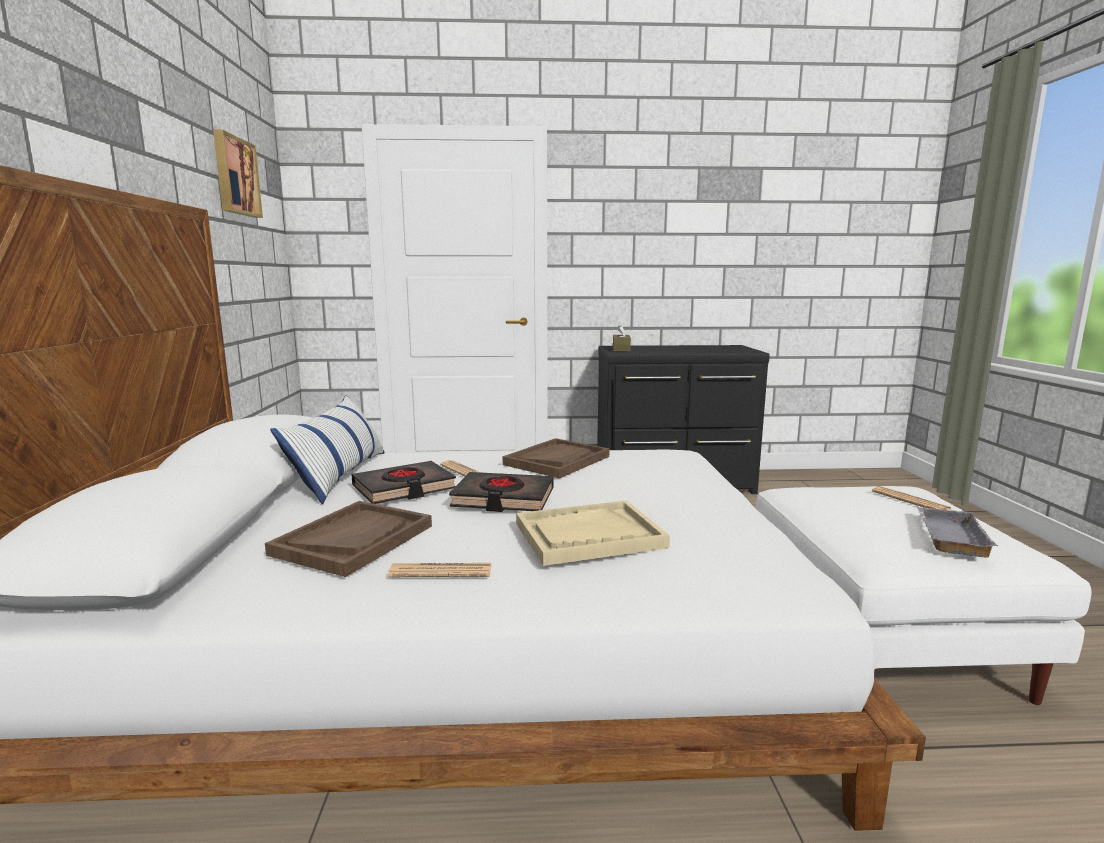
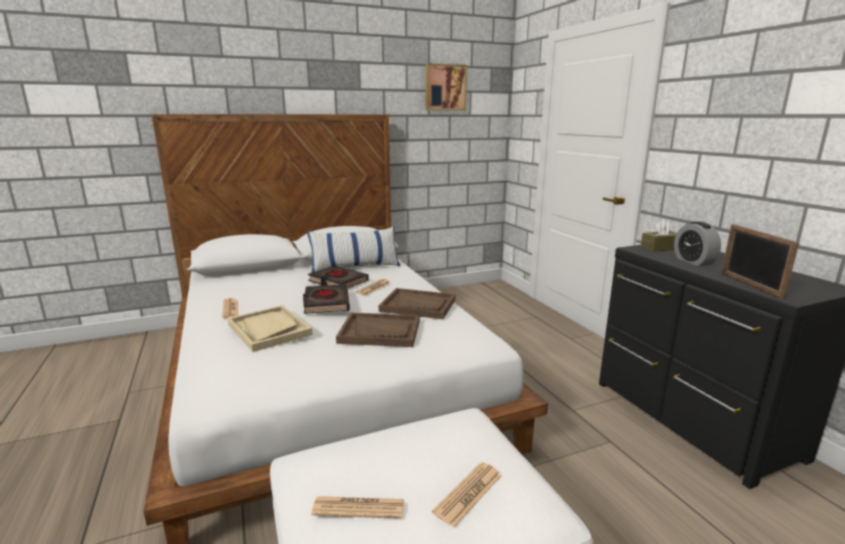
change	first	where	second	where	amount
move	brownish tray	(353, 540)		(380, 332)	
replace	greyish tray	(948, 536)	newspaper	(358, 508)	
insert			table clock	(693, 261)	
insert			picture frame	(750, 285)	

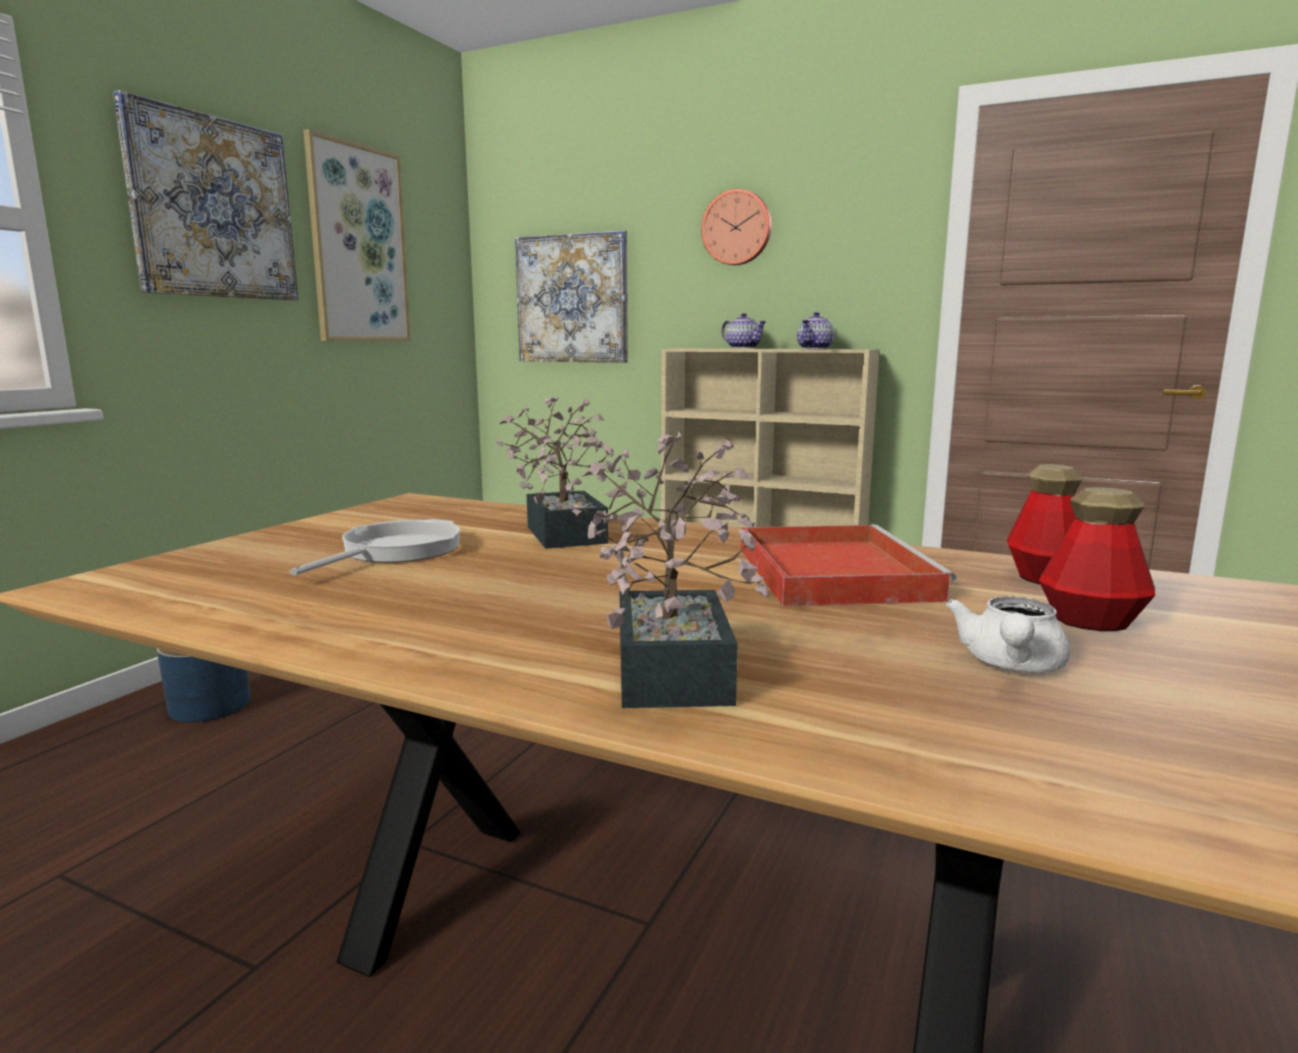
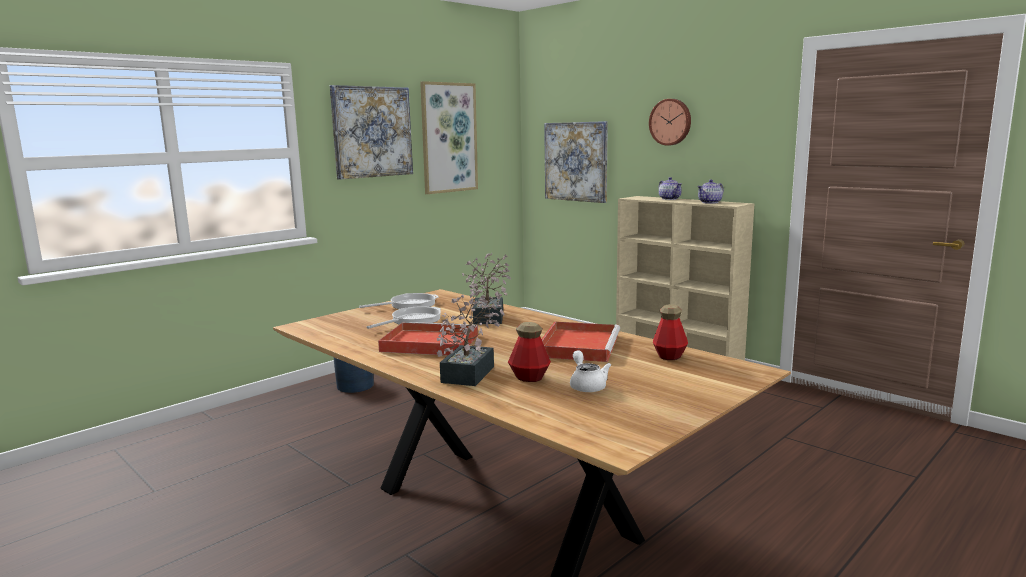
change	first	where	second	where	amount
rotate	whitish pot for tea	(1010, 665)		(587, 385)	120 degrees clockwise
move	drink bottle	(1090, 621)		(529, 377)	
insert			pan	(409, 305)	
insert			red-coloured tray	(428, 343)	

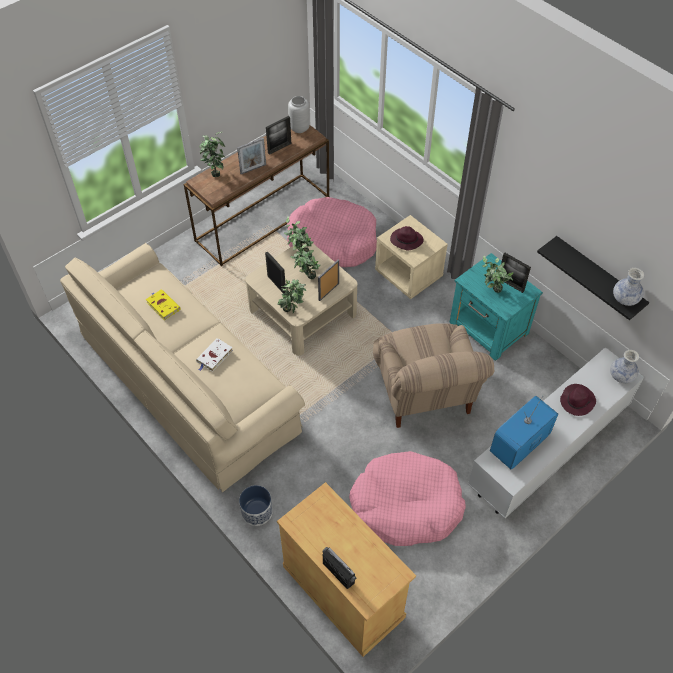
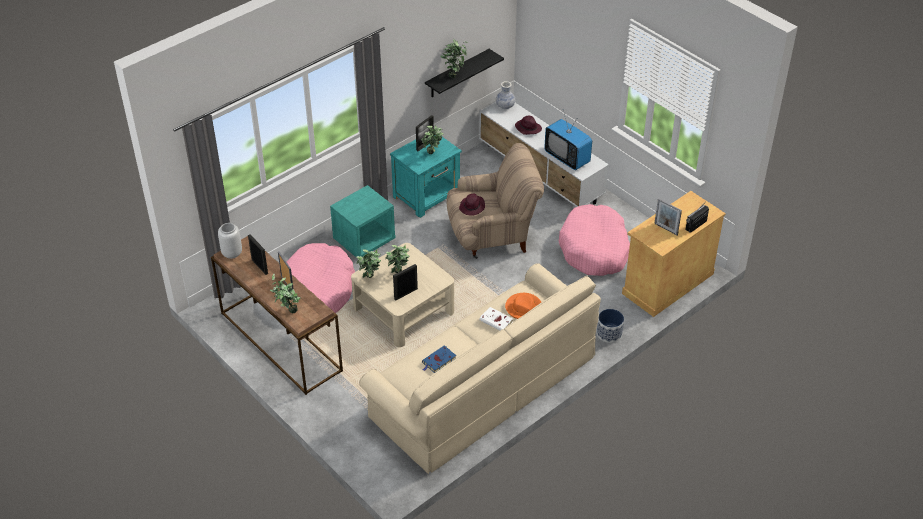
change	first	where	second	where	amount
recolor	yellow bound book	(162, 305)	blue bound book	(438, 361)	
move	potted plant	(292, 311)		(454, 74)	
move	picture frame	(328, 292)		(666, 229)	
recolor	beige-coloured nightstand	(409, 275)	turquoise-coloured nightstand	(364, 240)	
move	purple-coloured hat	(405, 240)		(472, 207)	
delete	decorative vase	(625, 298)			
insert			orange-coloured hat	(524, 308)	

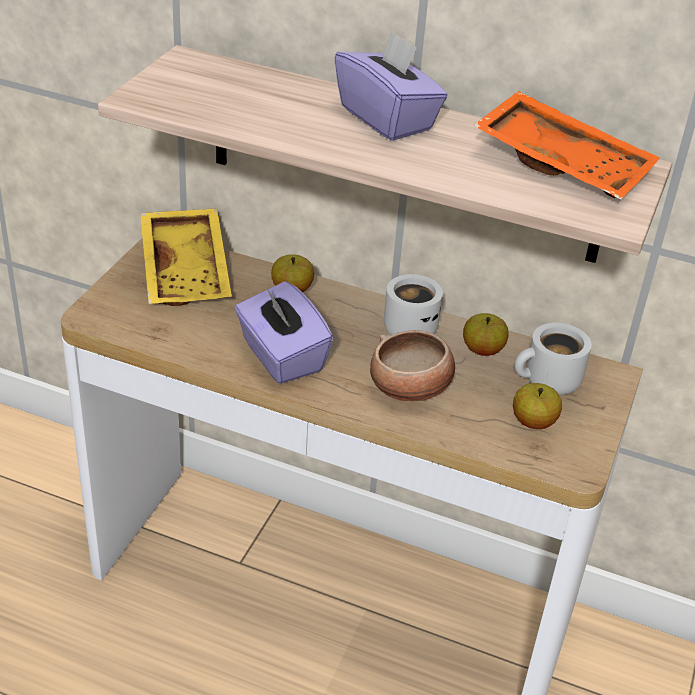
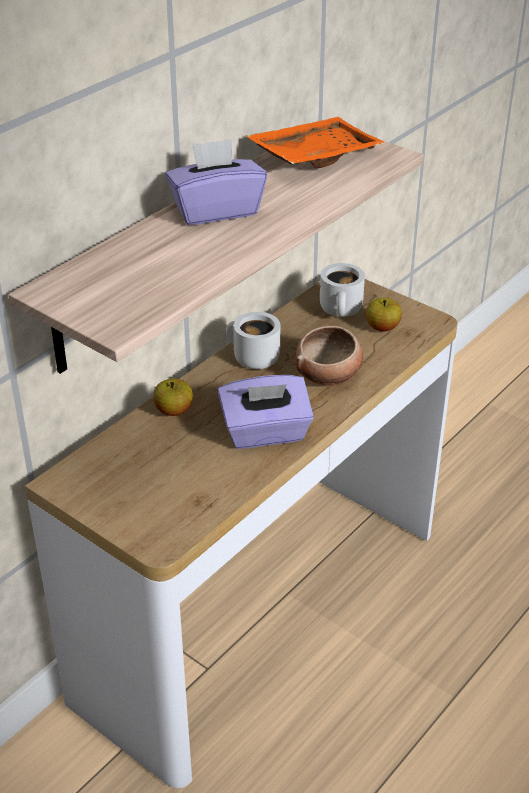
change	first	where	second	where	amount
delete	yellow tray	(188, 270)			
delete	whole apple	(482, 350)			

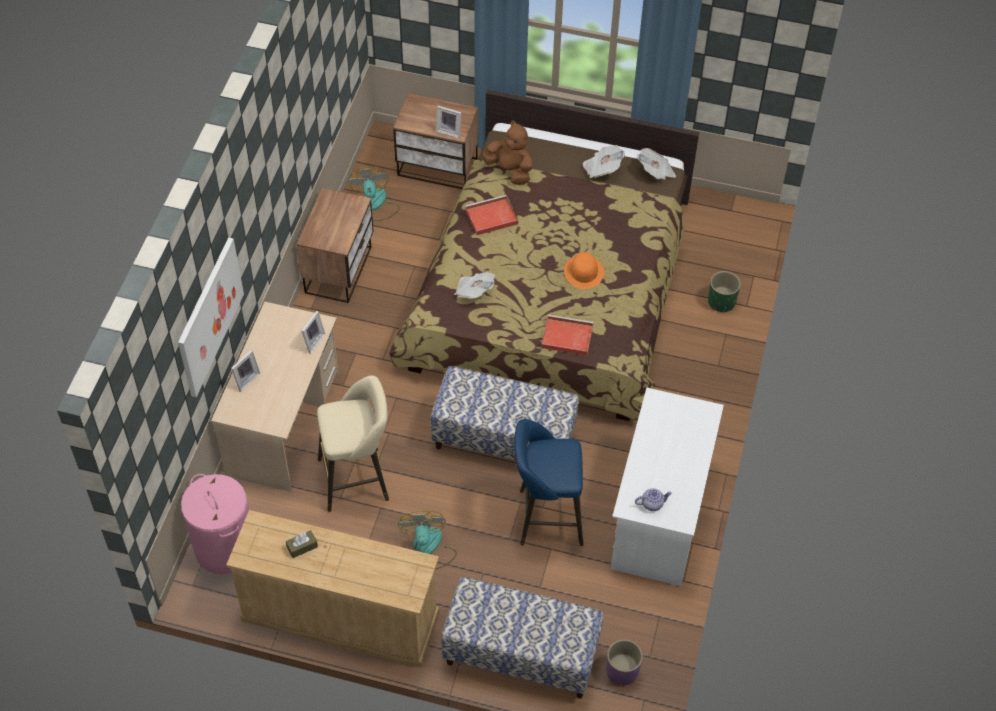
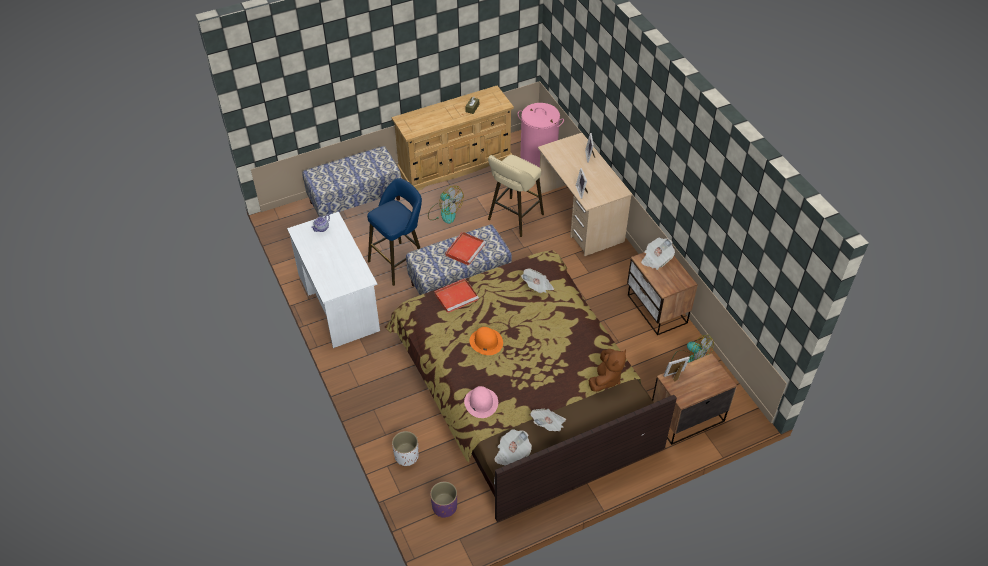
change	first	where	second	where	amount
delete	wall art	(209, 316)			
move	red-coloured tray	(490, 217)		(465, 249)	
rotate	brownish soft toy	(510, 170)		(605, 379)	60 degrees counterclockwise
move	purple-coloured flower pot	(622, 671)		(444, 507)	
recolor	green-coloured flower pot	(721, 302)	whitish flower pot	(406, 456)	
insert			pinkish hat	(481, 402)	
insert			newspaper	(656, 259)	

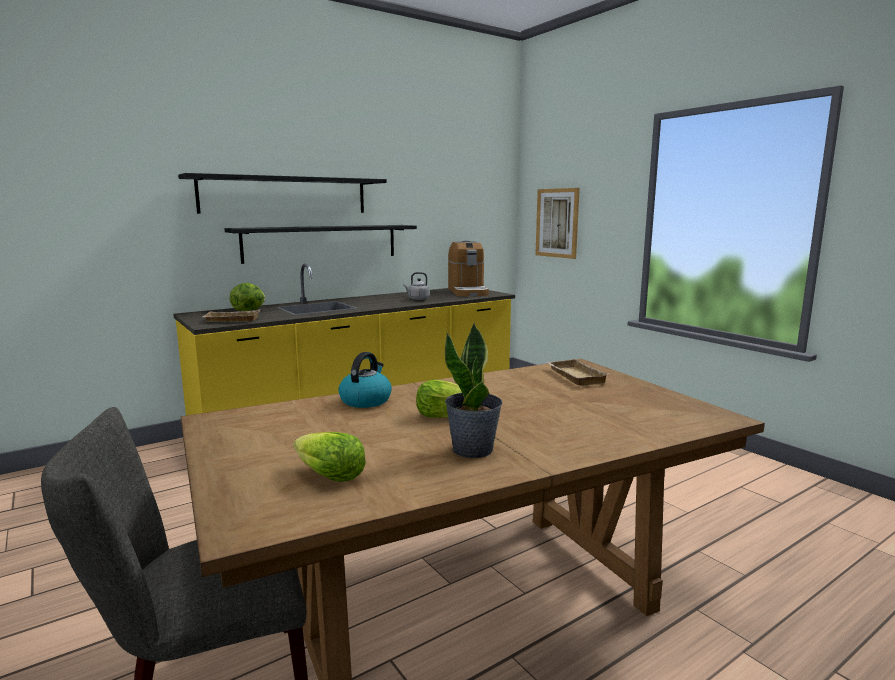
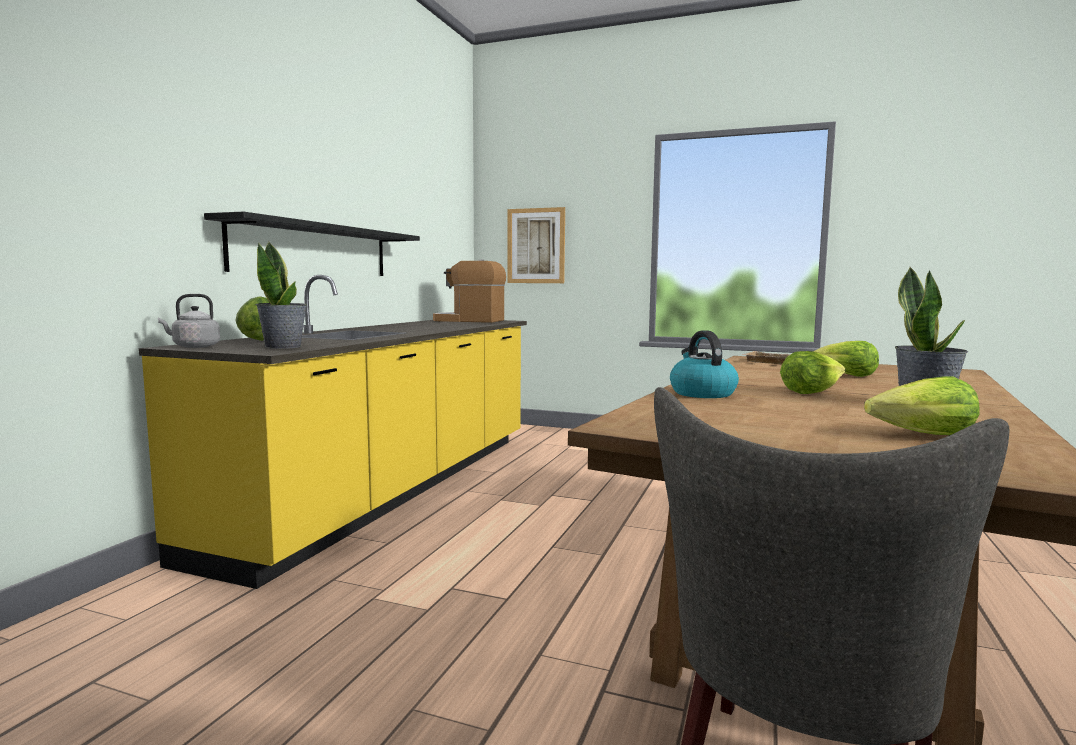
change	first	where	second	where	amount
delete	blackish wall shelf	(285, 195)			
replace	beige-coloured tray	(231, 320)	potted plant	(283, 347)	
move	greyish water kettle	(417, 299)		(193, 346)	
rotate	coffee brewer	(467, 292)		(469, 320)	150 degrees clockwise
insert			lettuce	(844, 375)	

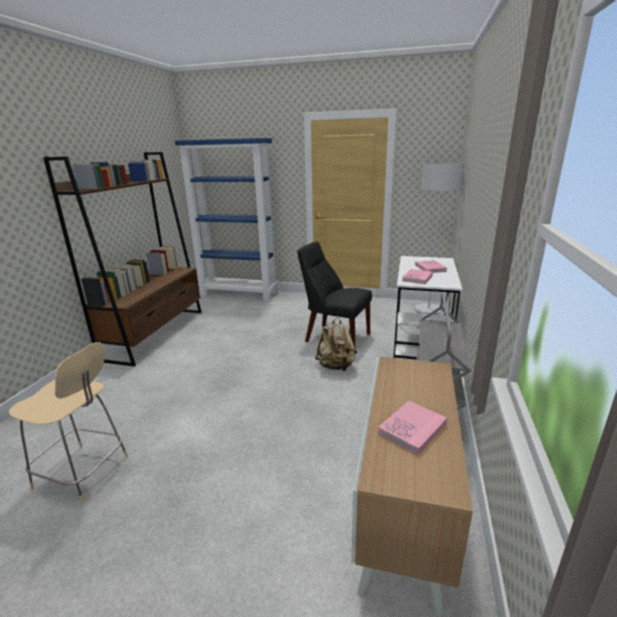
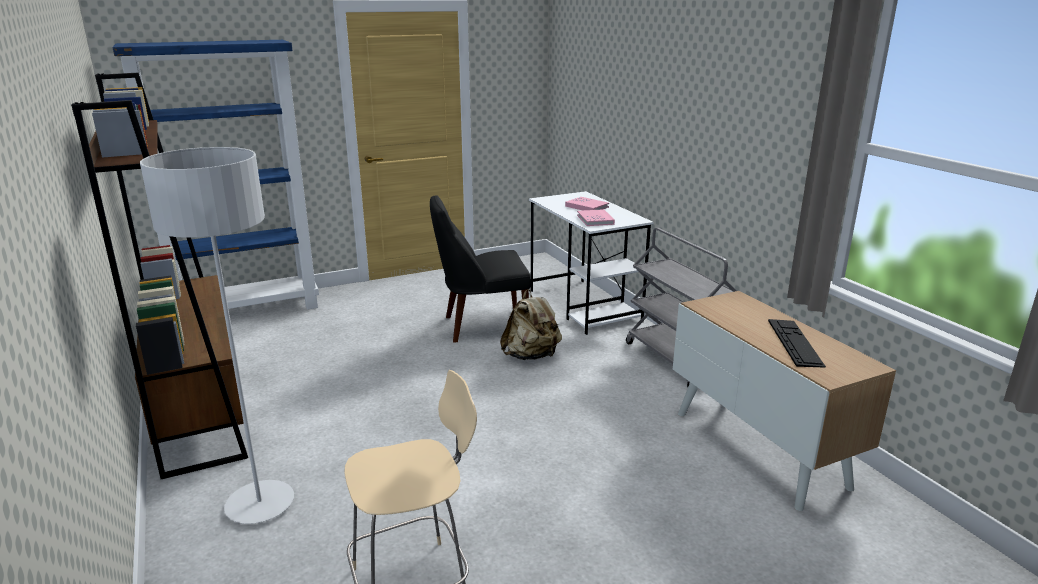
change	first	where	second	where	amount
replace	pinkish bound book	(412, 428)	computer keyboard	(795, 342)	
move	greyish floor lamp	(428, 309)		(260, 504)	

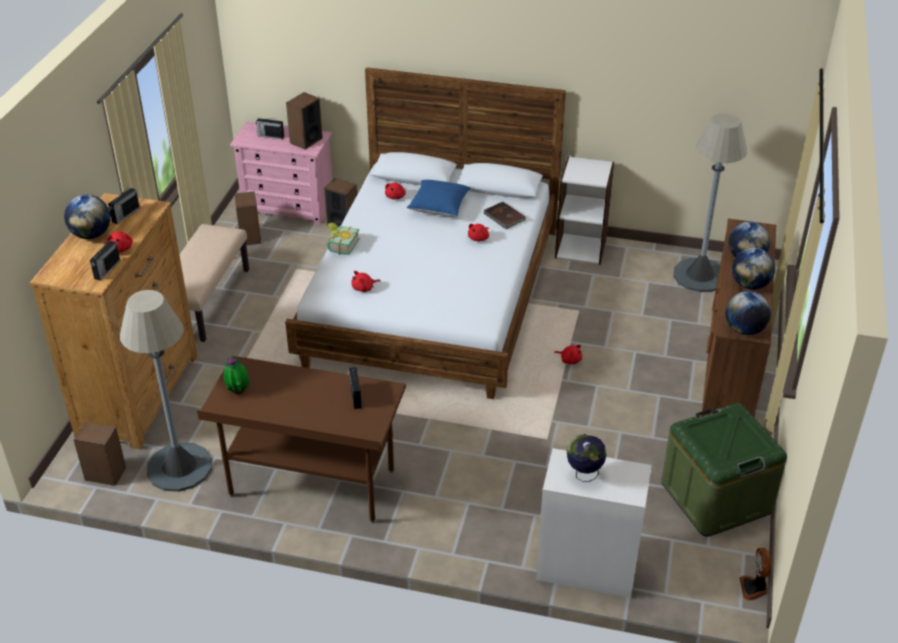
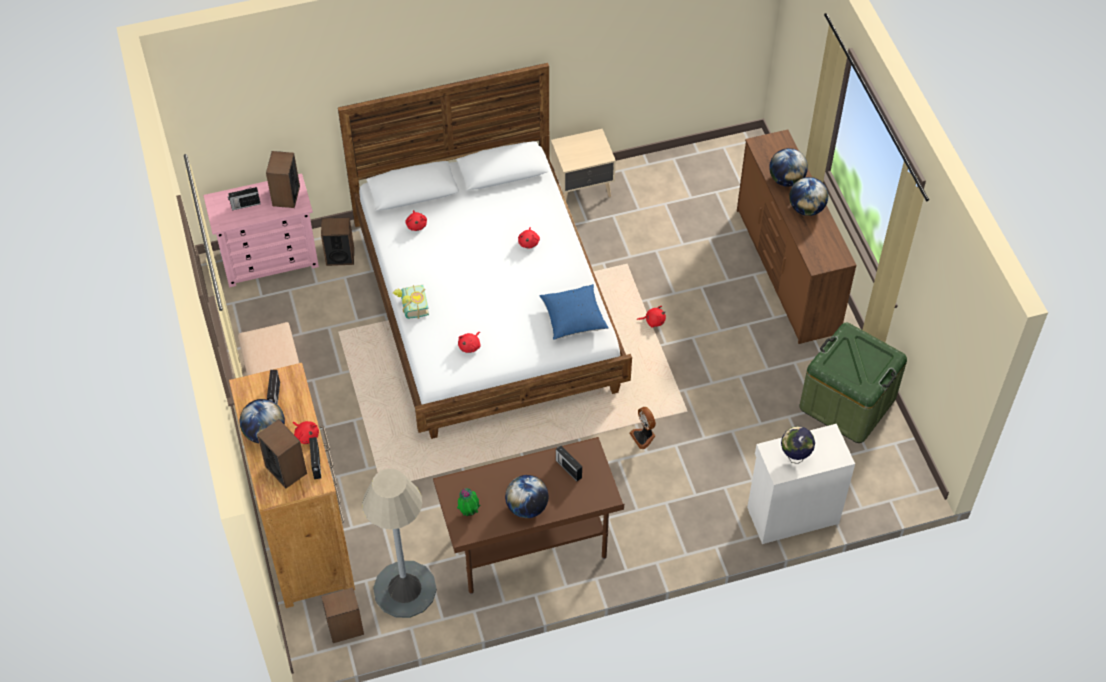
change	first	where	second	where	amount
move	speaker	(250, 237)		(286, 469)	
move	blue cushion	(439, 207)		(573, 319)	
delete	brownish bound book	(504, 217)			
replace	whitish shelving unit	(581, 248)	beige-coloured nightstand	(583, 189)	
delete	greyish floor lamp	(699, 275)			
move	world globe	(744, 330)		(527, 507)	
move	fan	(754, 588)		(643, 436)	

